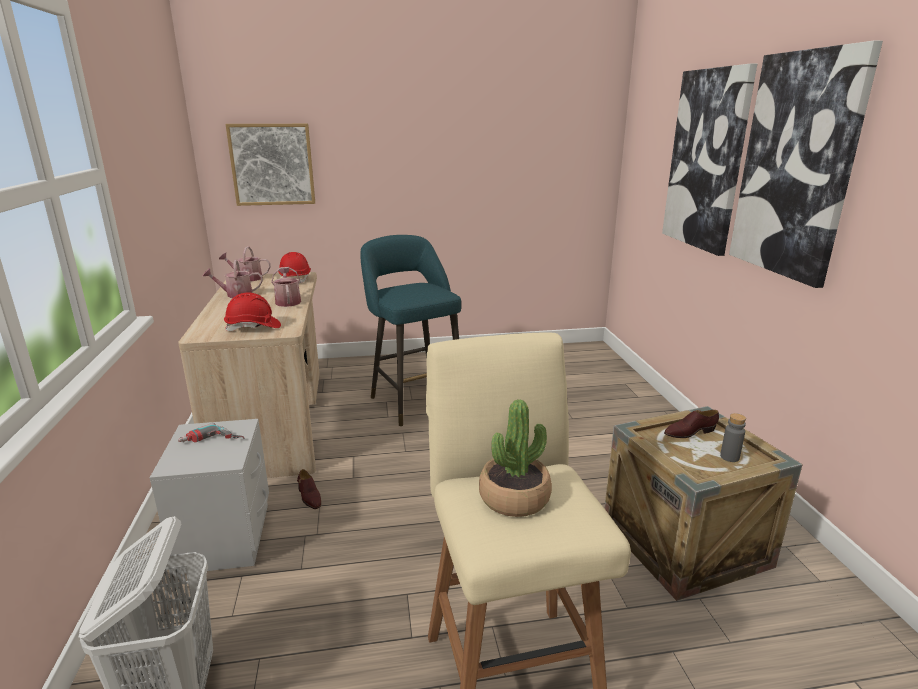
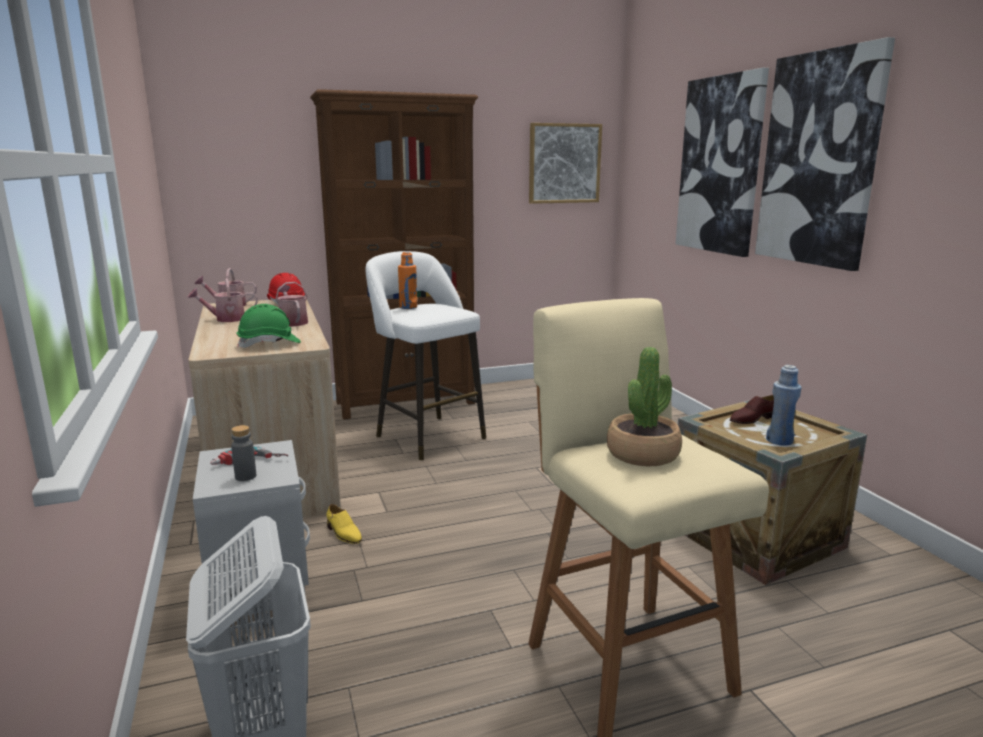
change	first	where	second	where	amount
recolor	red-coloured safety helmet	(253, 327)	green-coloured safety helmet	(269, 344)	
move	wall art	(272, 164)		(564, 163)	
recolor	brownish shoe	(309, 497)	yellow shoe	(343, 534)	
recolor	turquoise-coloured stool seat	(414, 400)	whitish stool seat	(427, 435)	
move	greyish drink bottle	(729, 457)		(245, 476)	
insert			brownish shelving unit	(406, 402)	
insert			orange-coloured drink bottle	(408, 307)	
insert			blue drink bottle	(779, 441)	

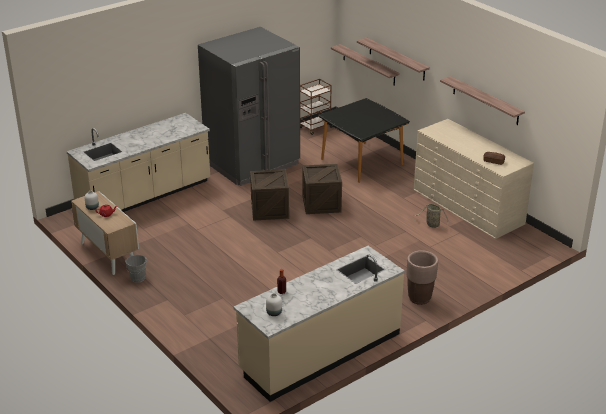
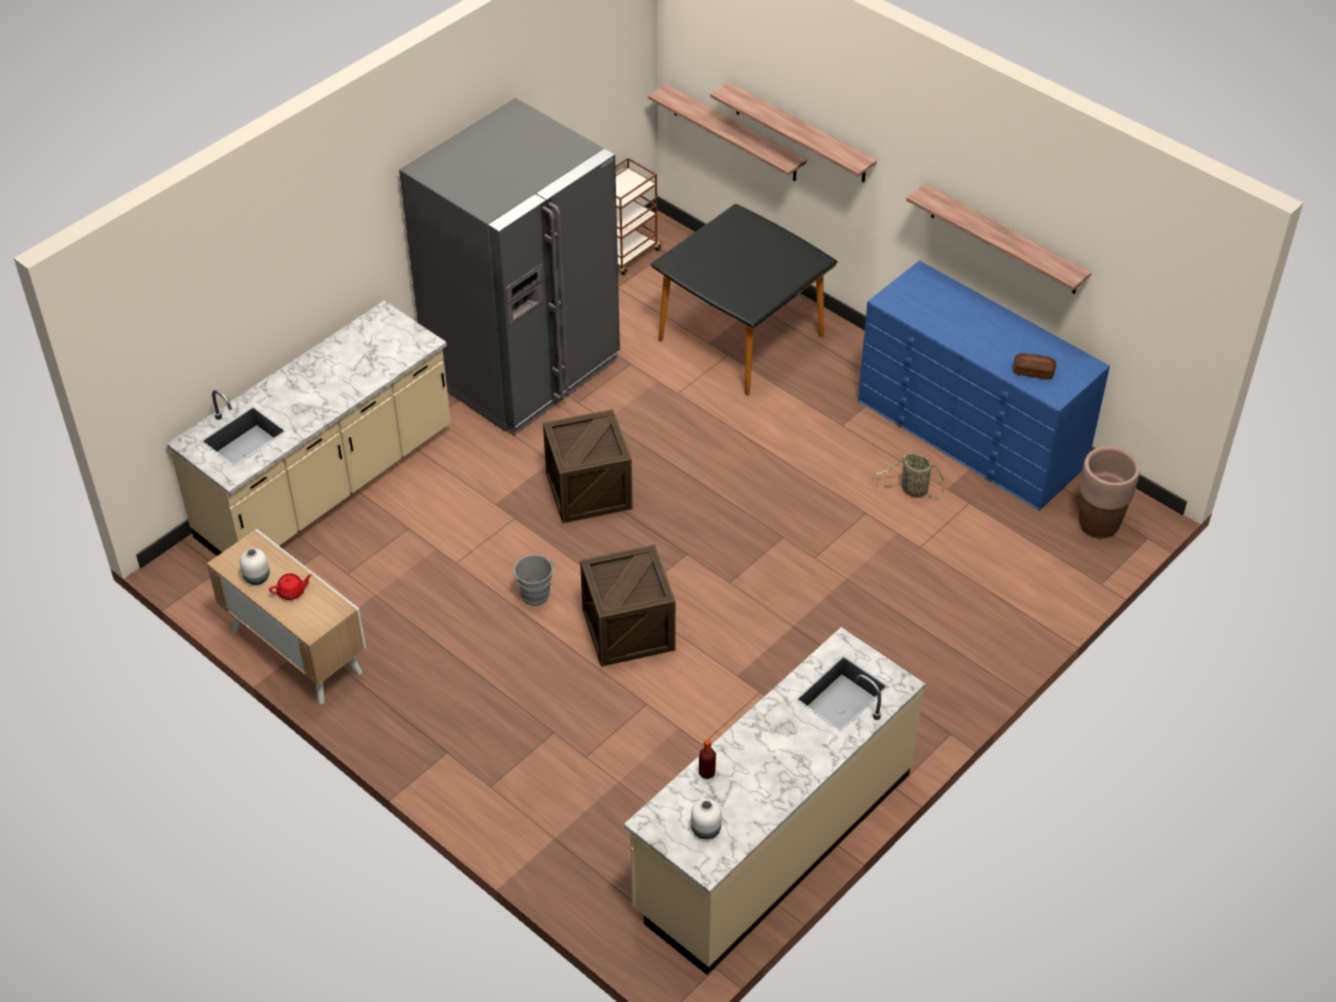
change	first	where	second	where	amount
move	greyish water bucket	(138, 279)		(536, 598)	
move	shipping crate	(321, 203)		(628, 629)	
move	brownish flower pot	(419, 298)		(1098, 525)	
recolor	beige-coloured dresser	(467, 206)	blue dresser	(971, 433)	

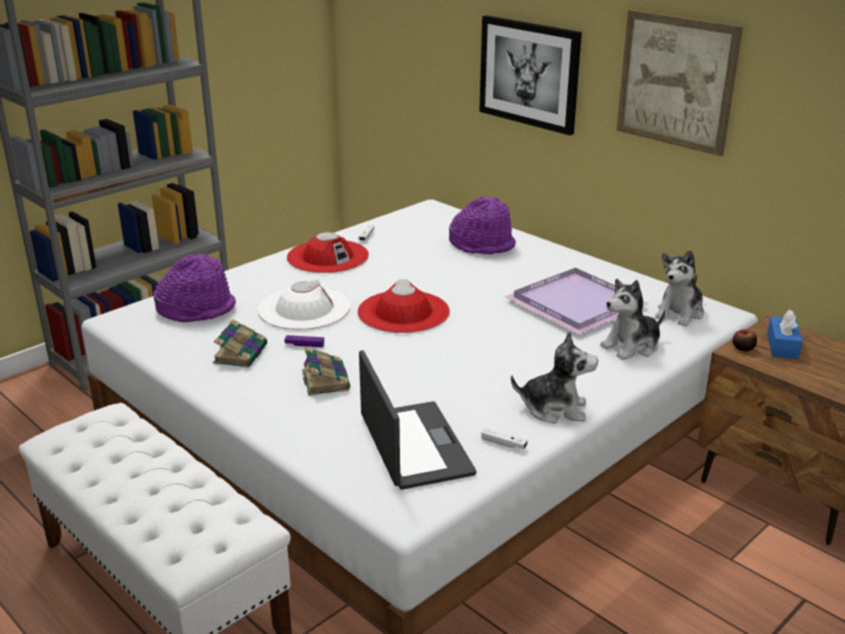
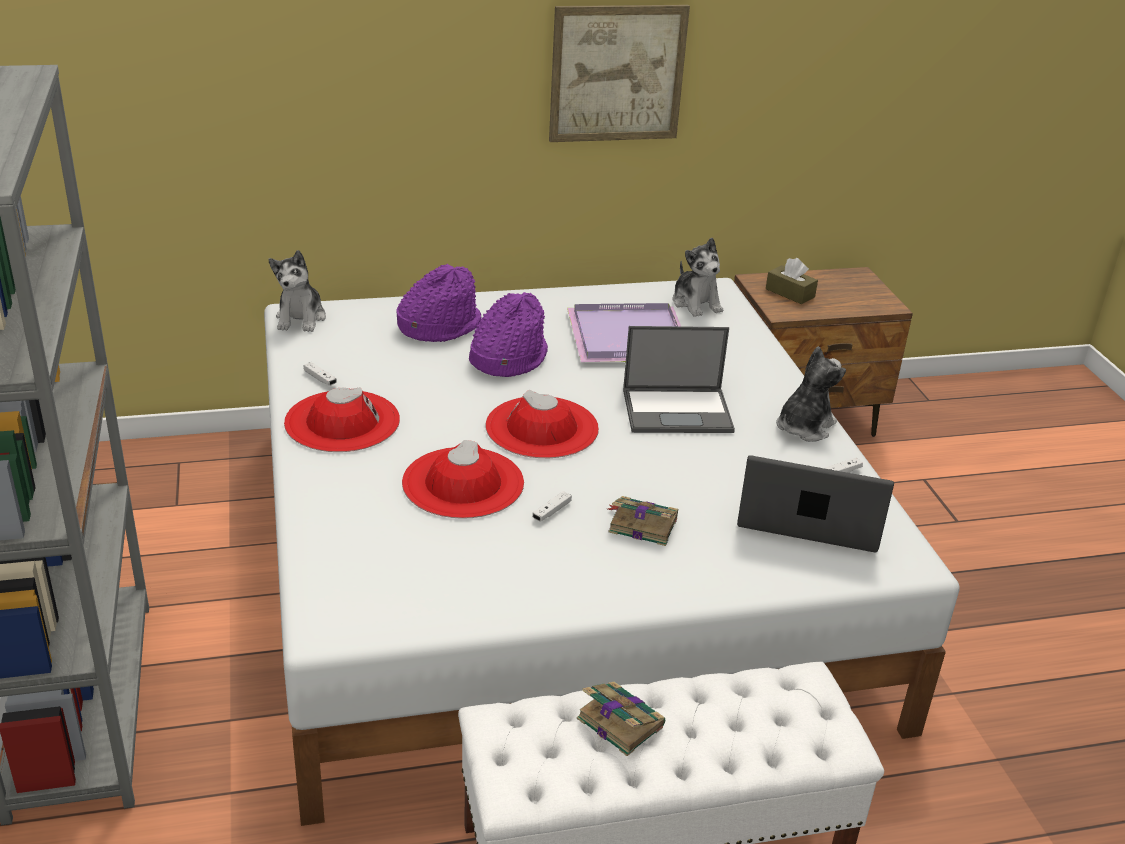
change	first	where	second	where	amount
move	purple-coloured hat	(197, 309)		(507, 358)	
move	bound book	(241, 353)		(619, 721)	
recolor	whitish hat	(304, 309)	red-coloured hat	(463, 483)	
recolor	purple-coloured game controller	(304, 345)	whitish game controller	(552, 512)	
delete	wall art	(529, 73)			
move	soft toy	(632, 346)		(301, 318)	
delete	whole apple	(743, 348)			
recolor	blue box of tissues	(782, 346)	brownish box of tissues	(790, 293)	
insert			portable computer	(678, 410)	

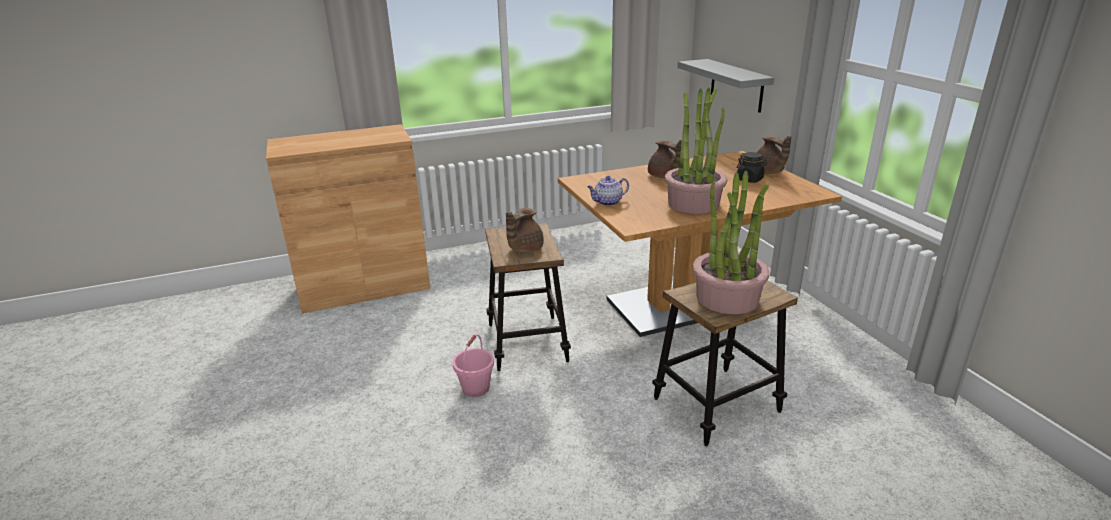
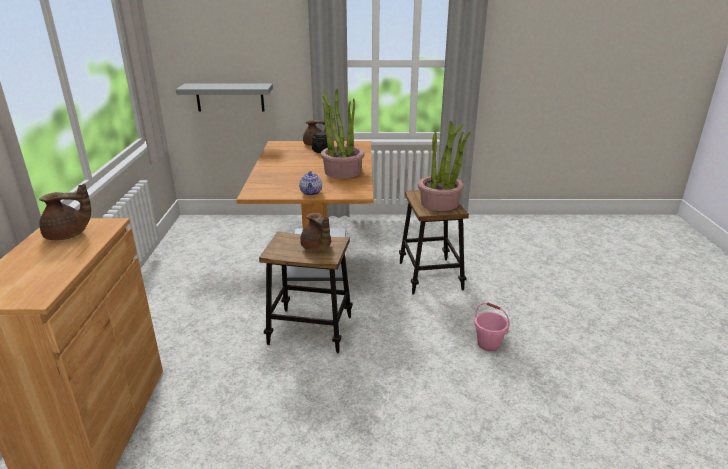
change	first	where	second	where	amount
move	pinkish water bucket	(476, 388)		(488, 344)	
move	brownish pot for tea	(664, 176)		(68, 235)	

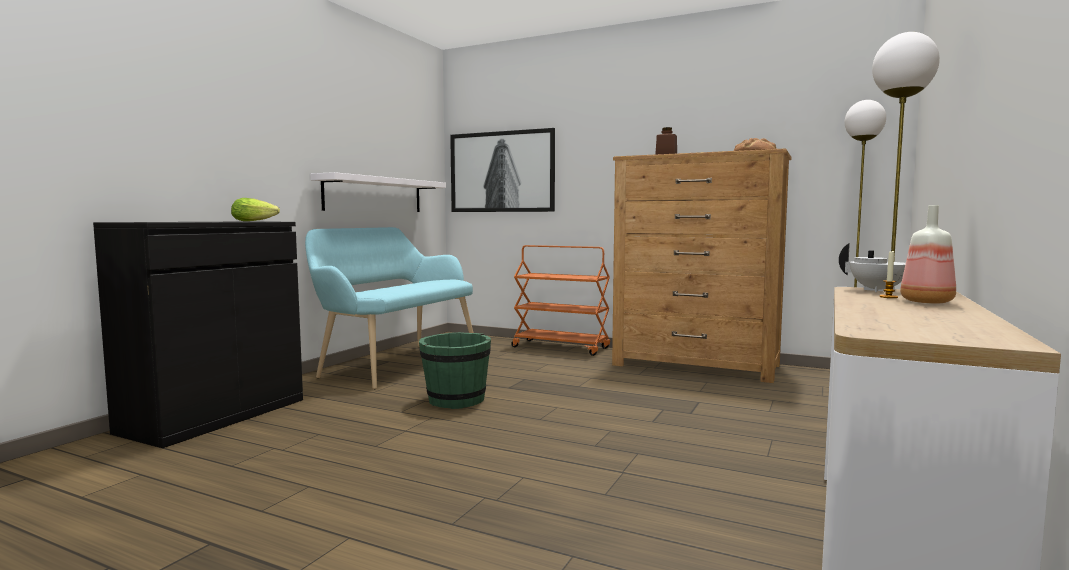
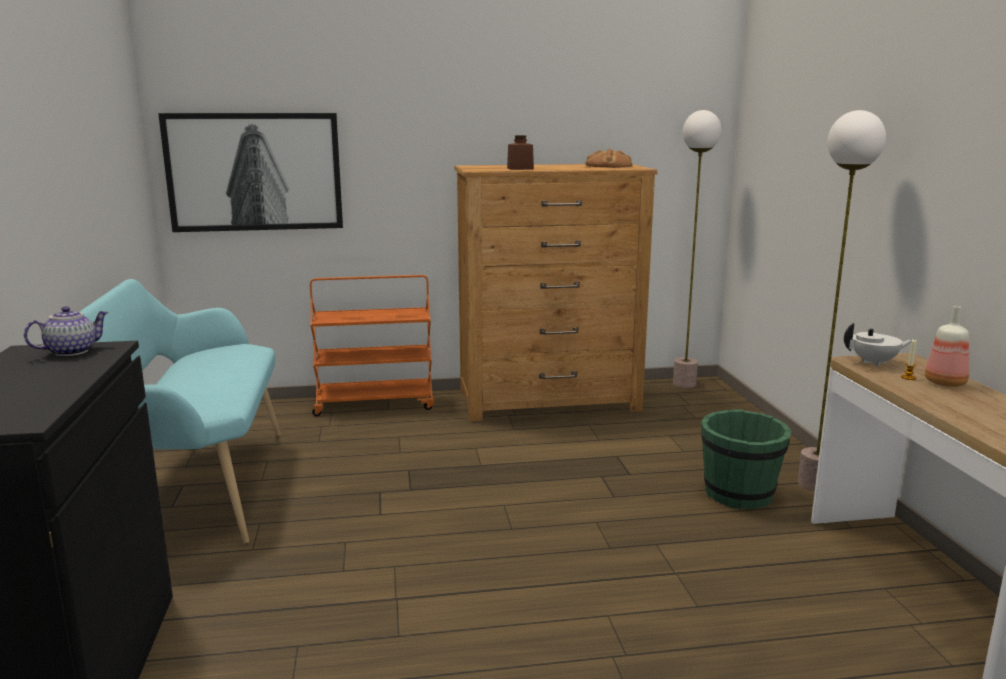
change	first	where	second	where	amount
replace	lettuce	(256, 221)	pot for tea	(72, 351)	
delete	whitish wall shelf	(374, 195)			
move	green-coloured water bucket	(456, 400)		(739, 494)	

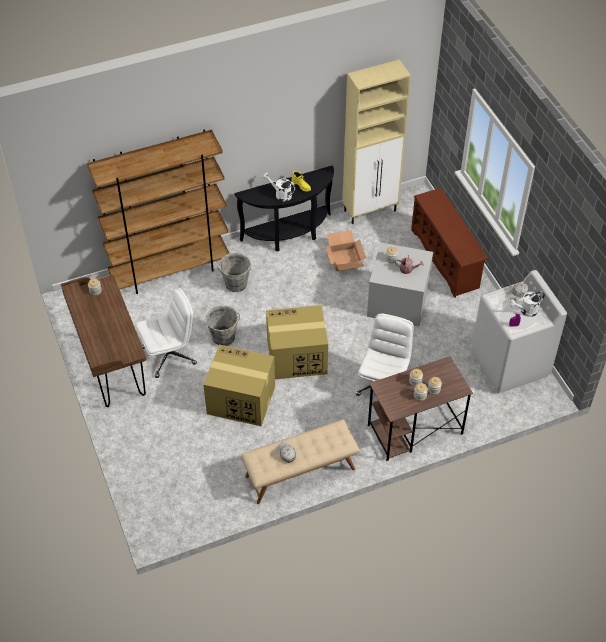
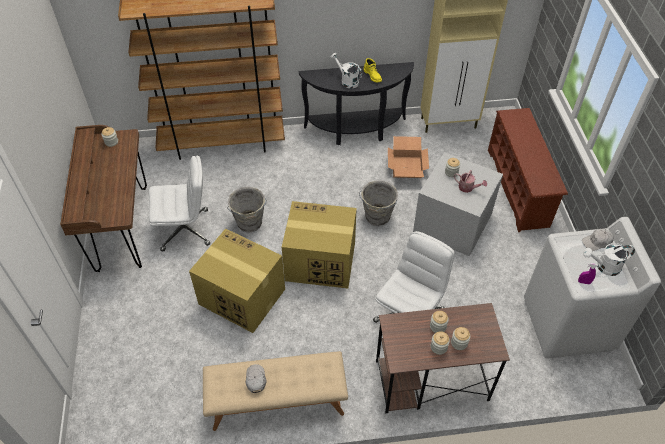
change	first	where	second	where	amount
move	greyish water bucket	(236, 285)		(377, 217)	

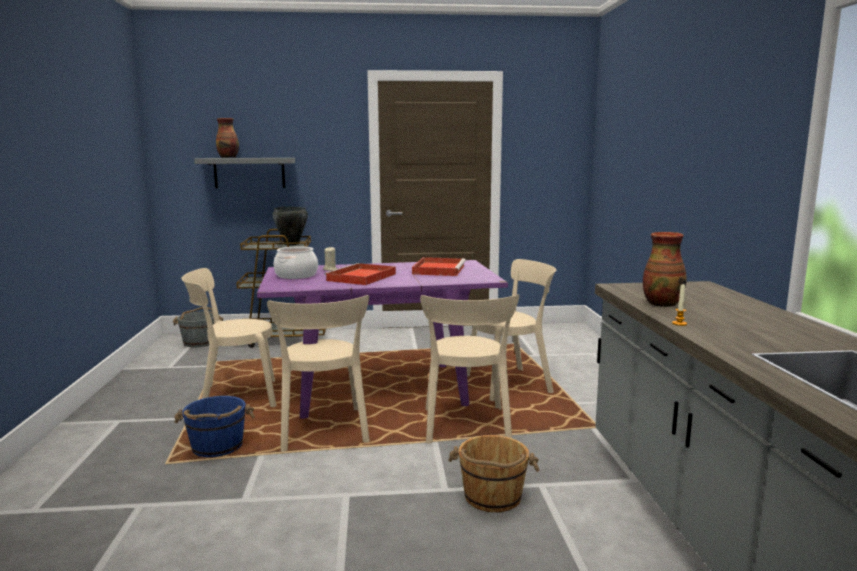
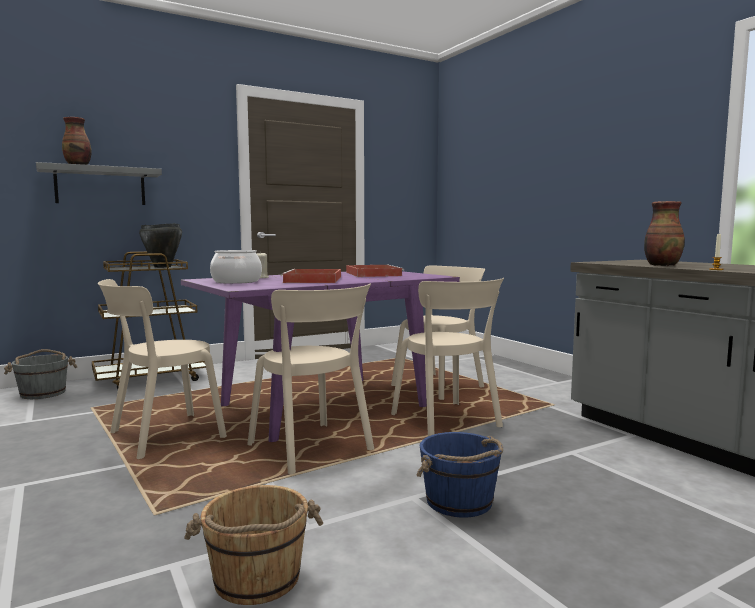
change	first	where	second	where	amount
move	blue water bucket	(217, 447)		(460, 502)	
move	brownish water bucket	(492, 497)		(257, 579)	

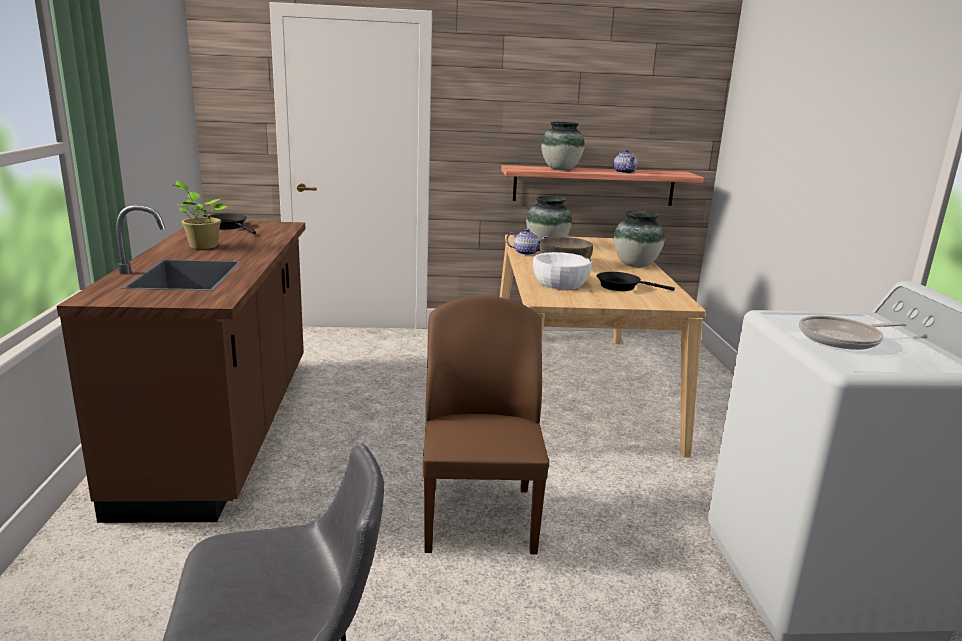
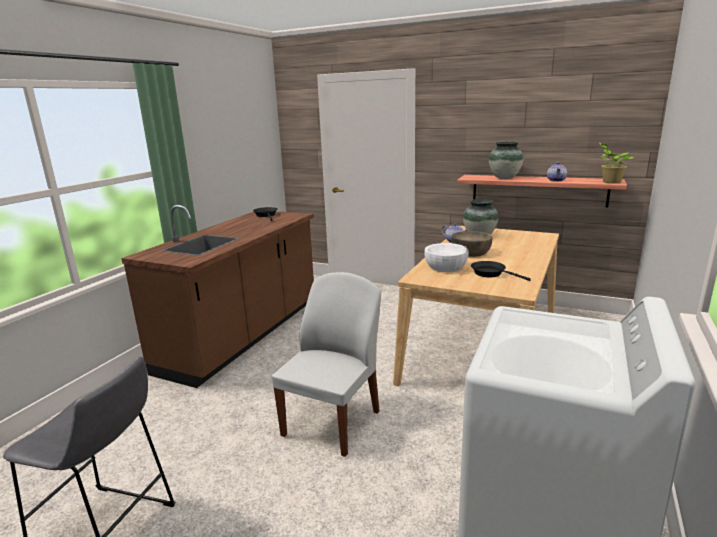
change	first	where	second	where	amount
move	potted plant	(202, 246)		(610, 182)	
recolor	brownish upright chair	(480, 516)	whitish upright chair	(333, 421)	
delete	decorative vase	(635, 265)			
delete	pan	(843, 339)			

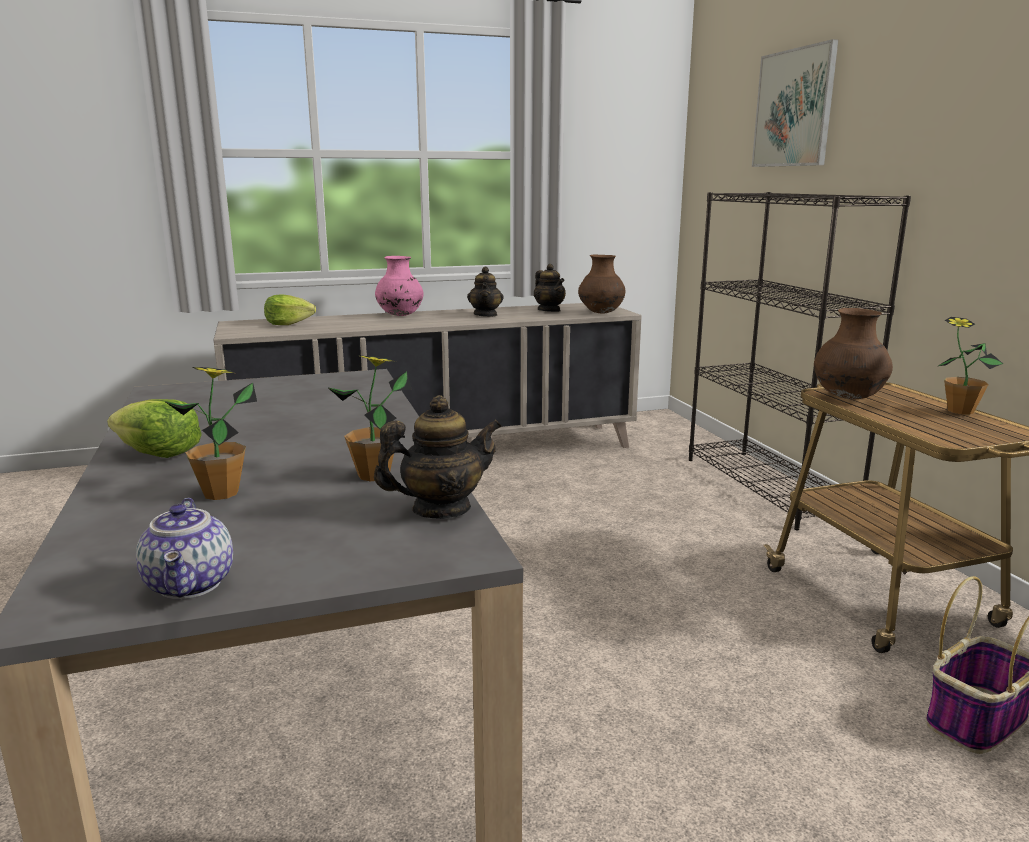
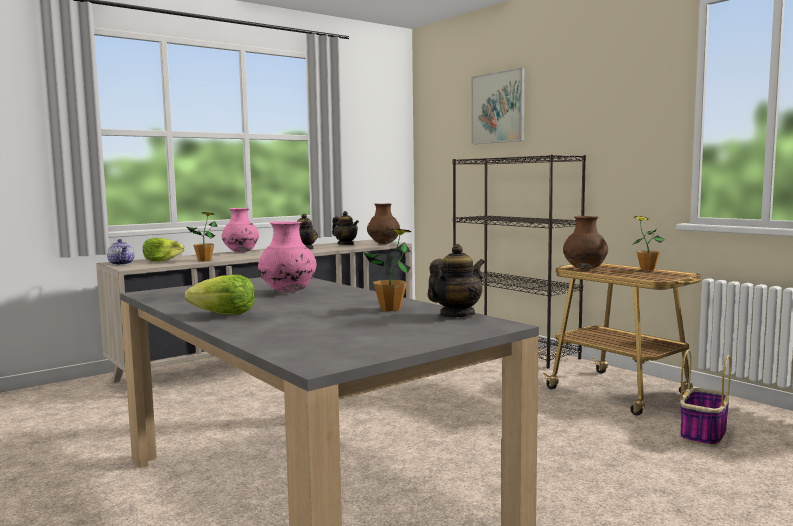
change	first	where	second	where	amount
move	pot for tea	(192, 585)		(122, 264)	
move	potted plant	(221, 493)		(204, 260)	
insert			pinkish decorative vase	(288, 292)	

